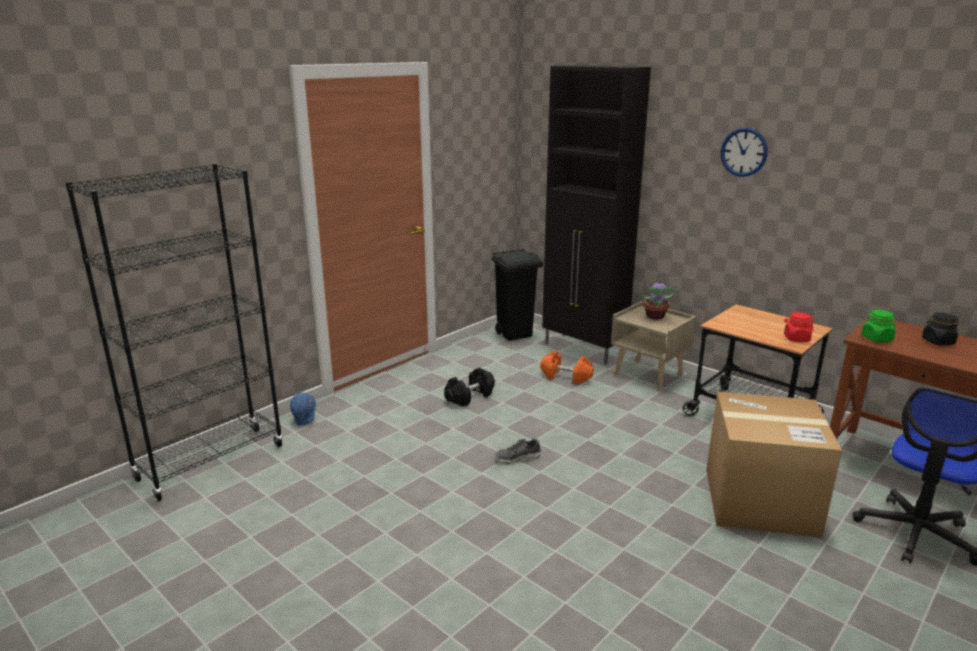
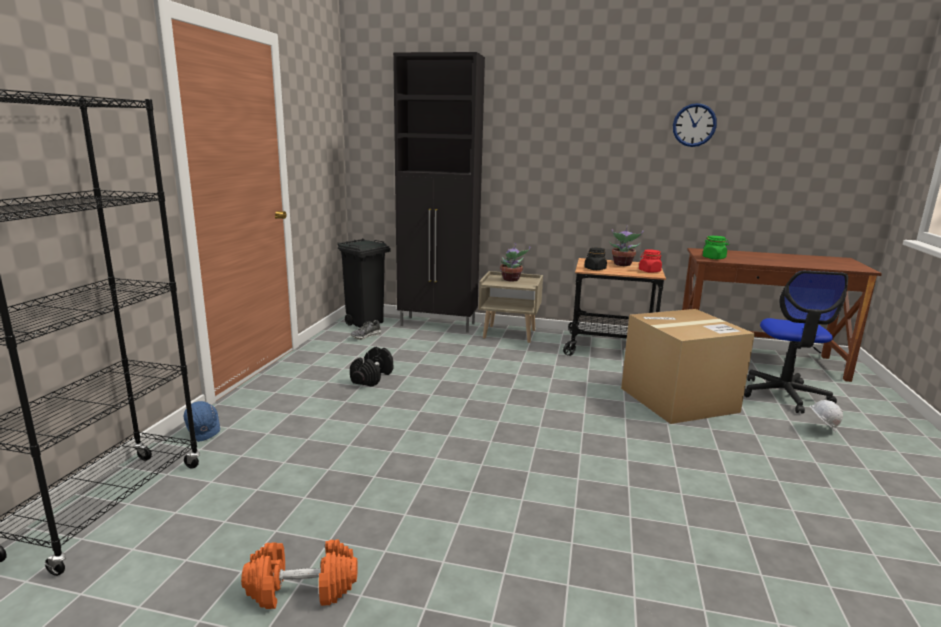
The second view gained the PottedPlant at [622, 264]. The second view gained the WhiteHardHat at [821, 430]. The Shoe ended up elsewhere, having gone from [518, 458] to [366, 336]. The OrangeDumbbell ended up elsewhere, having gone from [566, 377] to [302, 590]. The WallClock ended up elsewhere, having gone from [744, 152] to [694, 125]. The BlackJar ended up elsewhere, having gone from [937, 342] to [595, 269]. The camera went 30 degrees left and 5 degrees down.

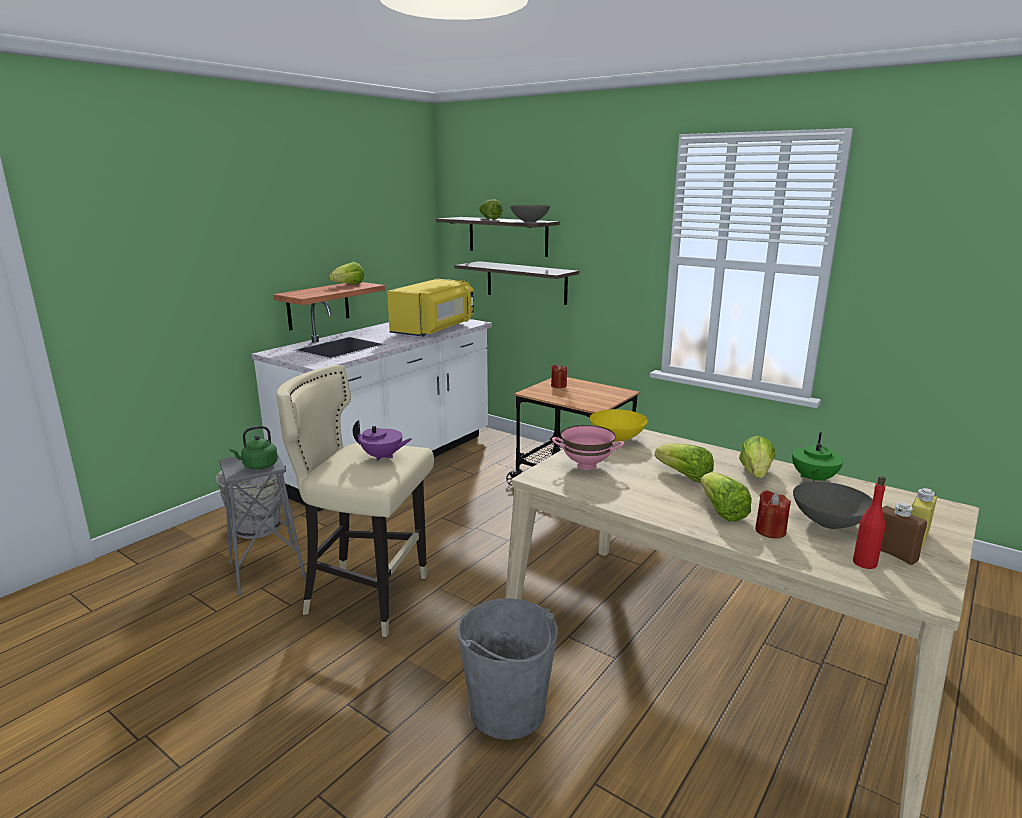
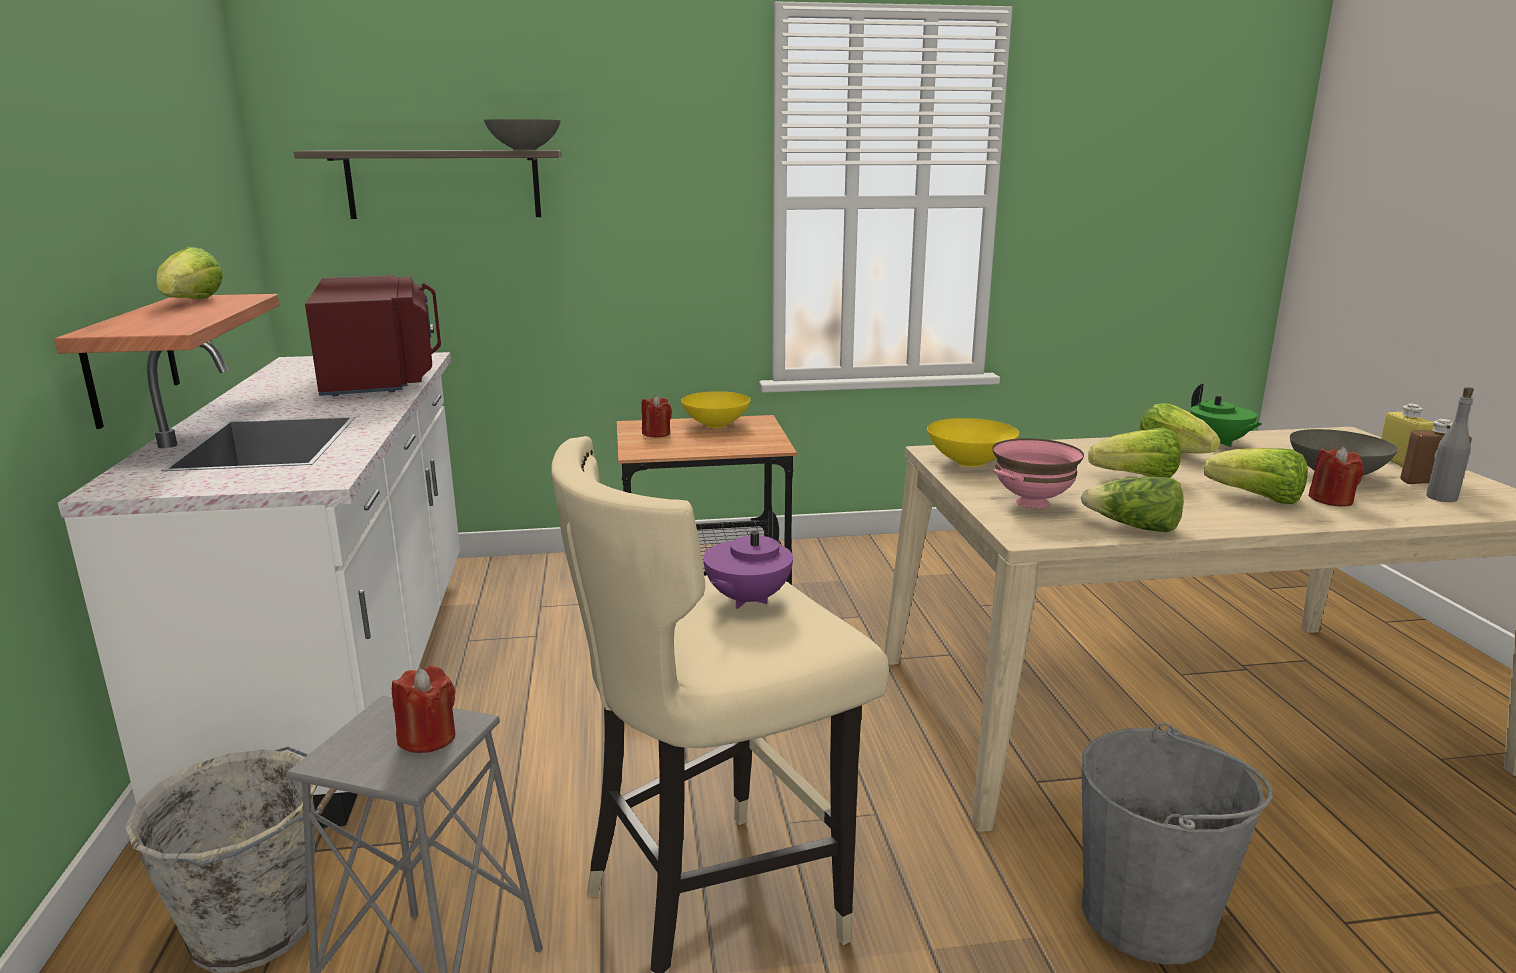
The second view lost the Shelf at [526, 282]. The second view gained the YellowBowl at [715, 425]. The Lettuce ended up elsewhere, having gone from [489, 218] to [1134, 527]. Where the GreenKettle stood at [258, 466], the RedCandle came to stand at [427, 738]. What was the YellowMicrowave at [435, 329] turned into the RedMicrowave at [380, 378]. What was the RedBottle at [864, 563] turned into the GreyBottle at [1441, 498]. The PurpleTeapot at [382, 457] ended up facing another way, 150 degrees clockwise from before. The camera went 45 degrees left and 0 degrees up.

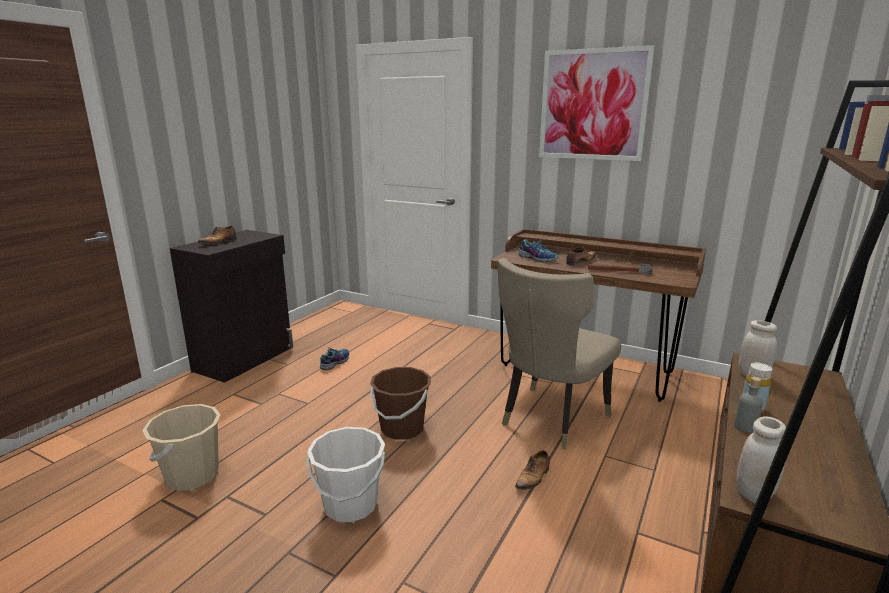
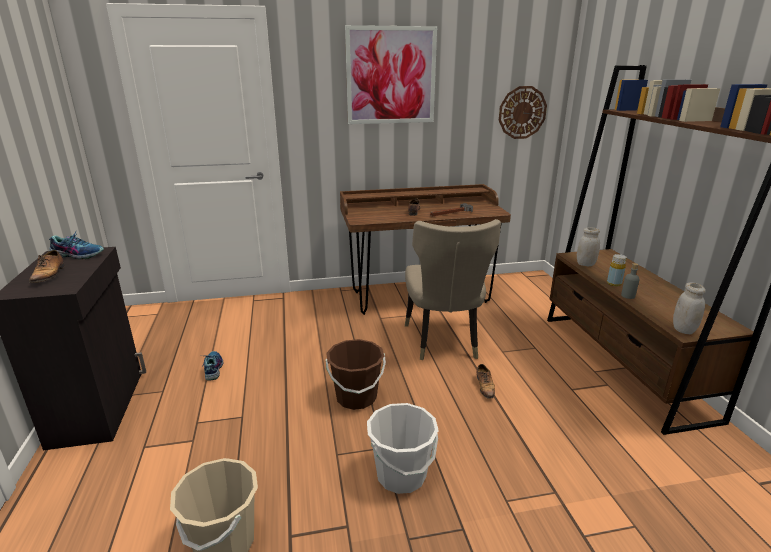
The second view gained the WallClock at [522, 112]. The Shoe ended up elsewhere, having gone from [537, 258] to [78, 255]. The camera went 40 degrees left and 5 degrees up.

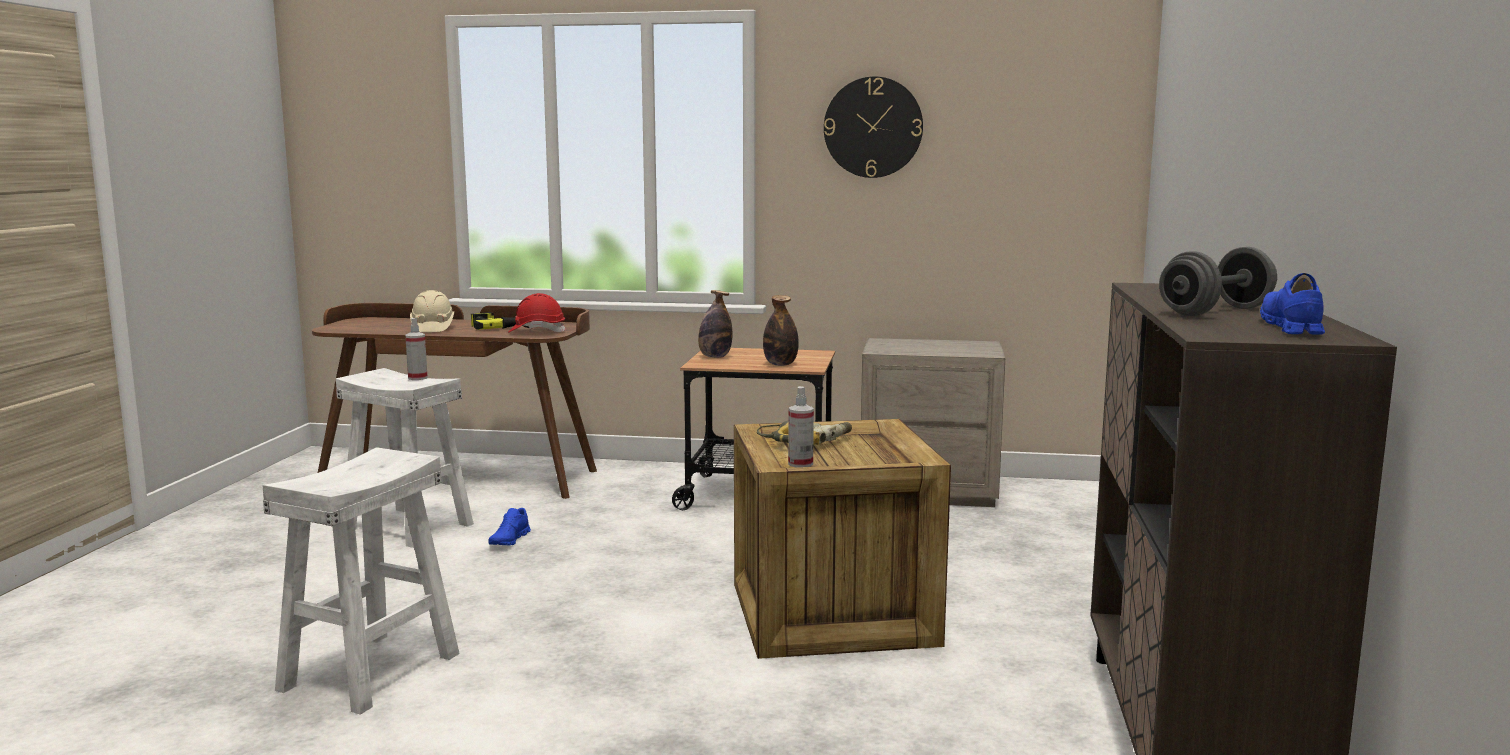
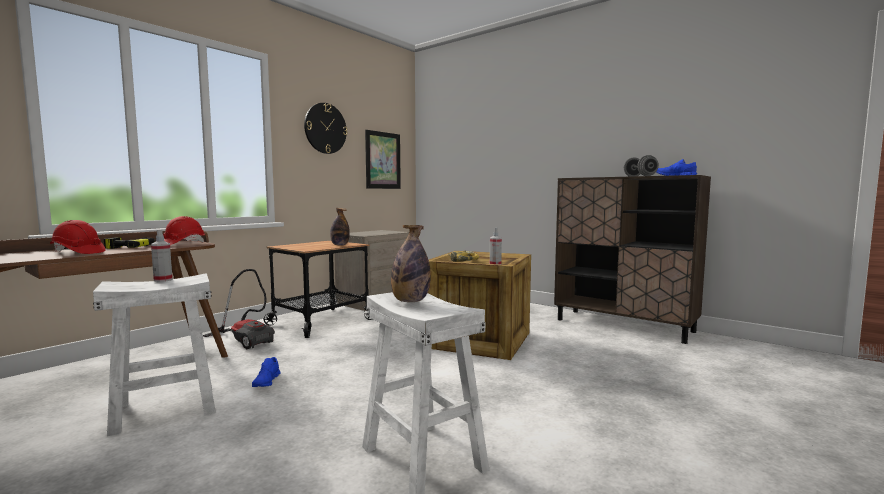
The second view gained the VacuumCleaner at [246, 340]. The second view gained the Picture at [383, 160]. The Bottle ended up elsewhere, having gone from [715, 357] to [410, 301]. What was the BeigeHardHat at [432, 328] turned into the RedHardHat at [78, 252]. The BlueShoe at [510, 540] ended up facing another way, 45 degrees clockwise from before. The camera went 60 degrees left and 5 degrees down.

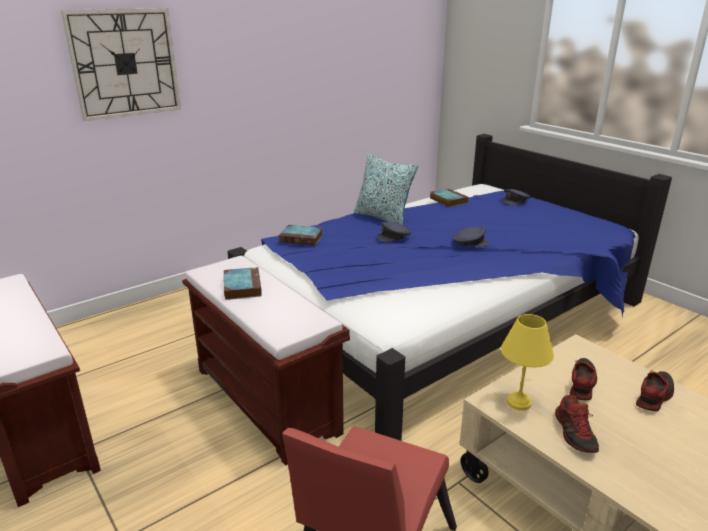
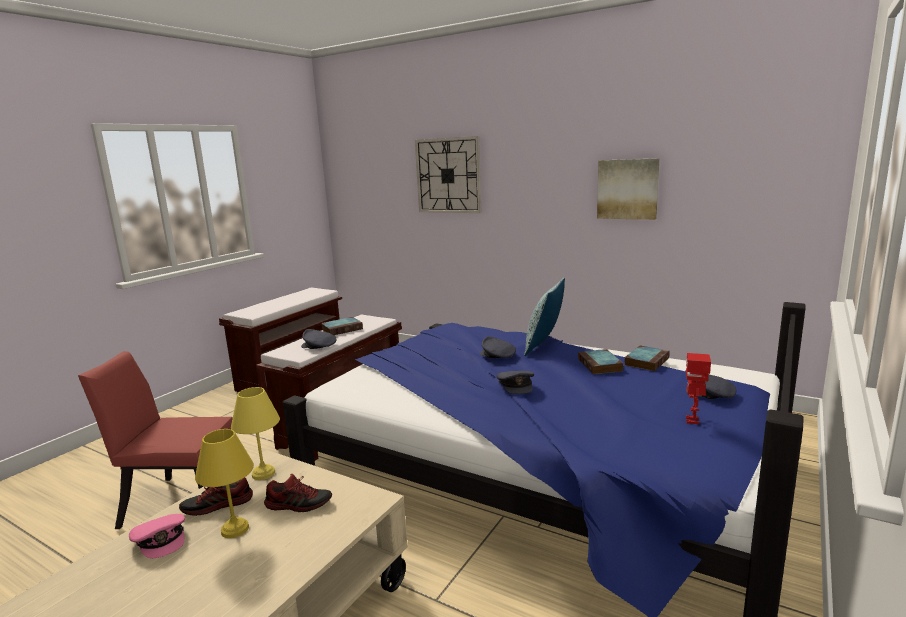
The second view lost the Shoe at [653, 396]. The second view gained the PinkCap at [161, 540]. The second view gained the YellowTableLamp at [233, 530]. The second view gained the GreyCap at [318, 346]. The second view gained the Picture at [627, 189]. The second view gained the ToyRobot at [693, 420]. The Book ended up elsewhere, having gone from [302, 238] to [600, 365]. The camera went 70 degrees right and 10 degrees down.

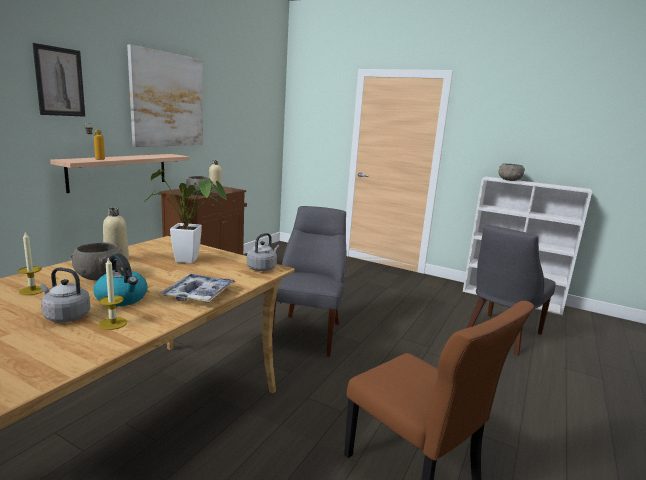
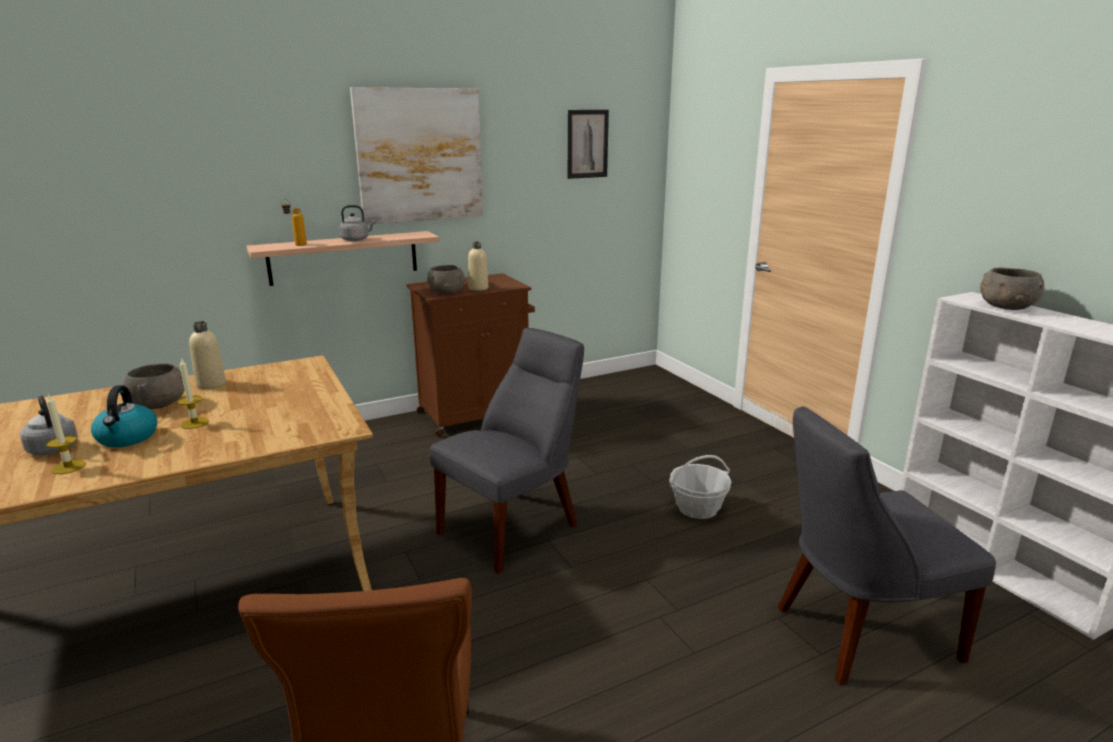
The second view lost the PottedPlant at [192, 261]. The second view lost the Tray at [199, 294]. The second view gained the Basket at [697, 508]. The Candle ended up elsewhere, having gone from [32, 290] to [194, 423]. The Picture ended up elsewhere, having gone from [60, 82] to [587, 144]. The GreyKettle ended up elsewhere, having gone from [262, 268] to [356, 240]. The camera went 35 degrees right and 5 degrees up.

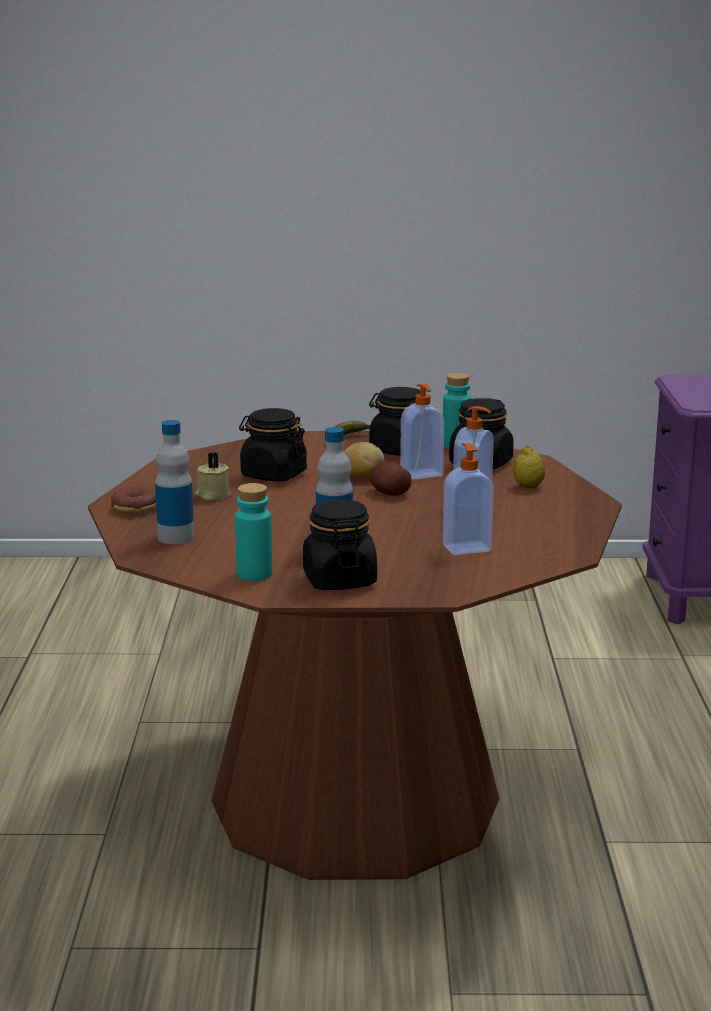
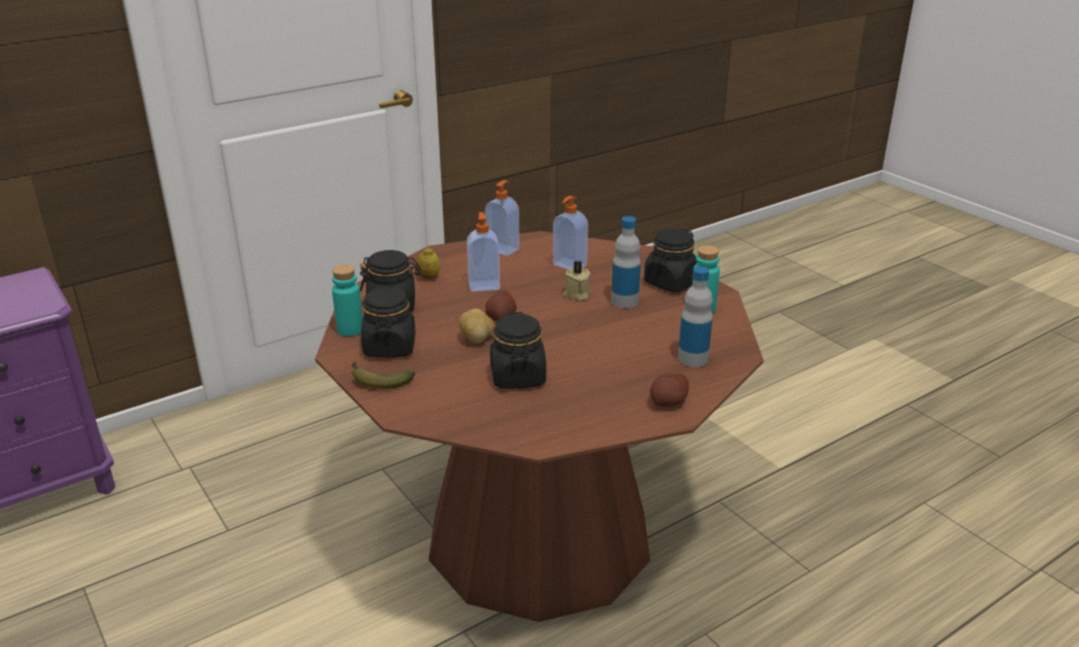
The BeigeCandle ended up elsewhere, having gone from [212, 495] to [577, 294]. The SoapDispenser ended up elsewhere, having gone from [422, 474] to [503, 249]. Where the Donut stood at [135, 508], the Potato came to stand at [668, 402]. The camera went 125 degrees left and 10 degrees up.

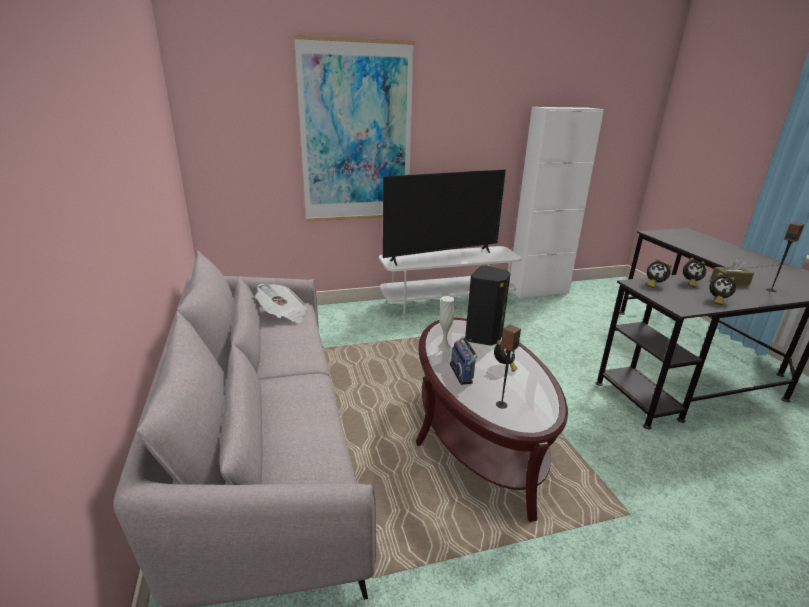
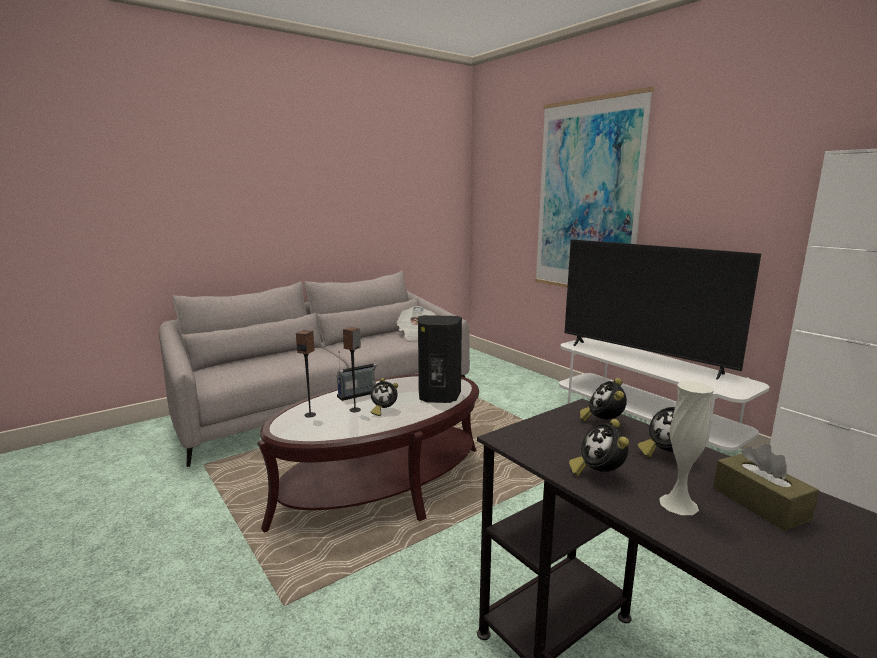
The WhiteVase ended up elsewhere, having gone from [444, 347] to [678, 504]. The Speaker ended up elsewhere, having gone from [771, 290] to [355, 410]. The camera went 70 degrees right and 10 degrees down.

